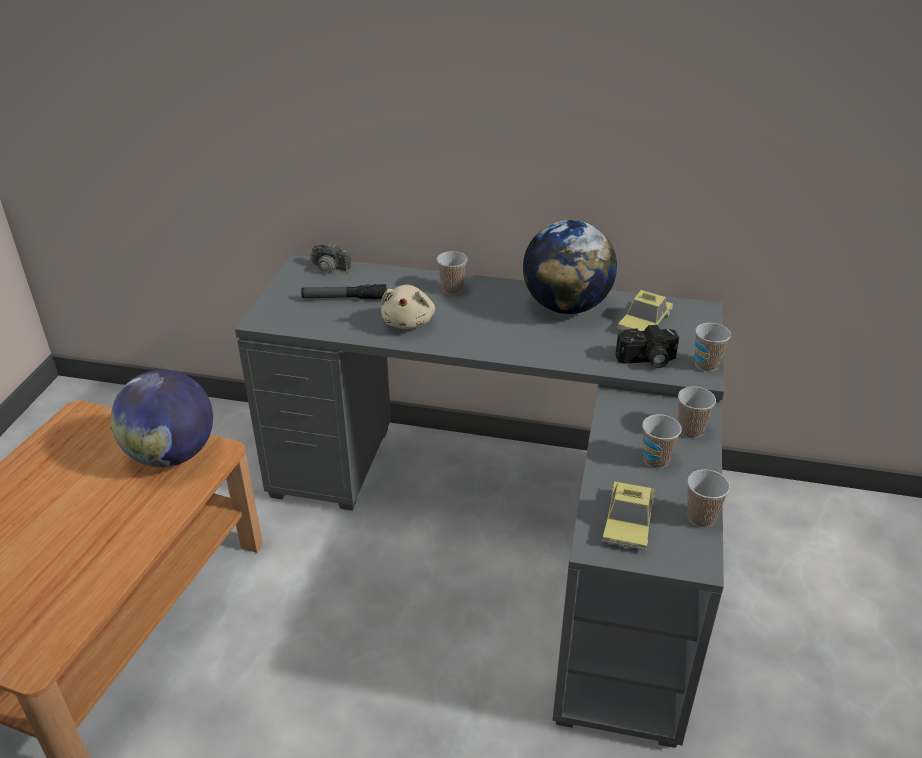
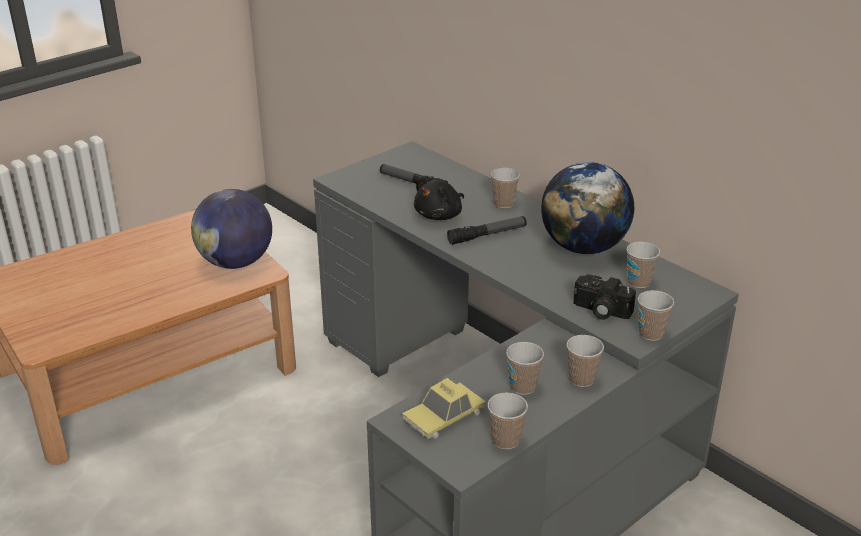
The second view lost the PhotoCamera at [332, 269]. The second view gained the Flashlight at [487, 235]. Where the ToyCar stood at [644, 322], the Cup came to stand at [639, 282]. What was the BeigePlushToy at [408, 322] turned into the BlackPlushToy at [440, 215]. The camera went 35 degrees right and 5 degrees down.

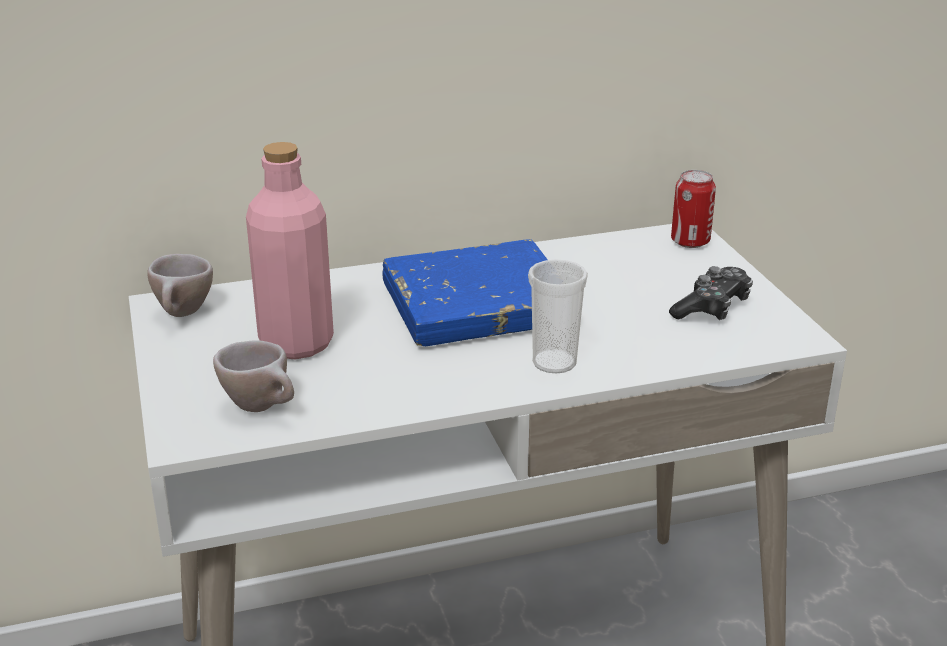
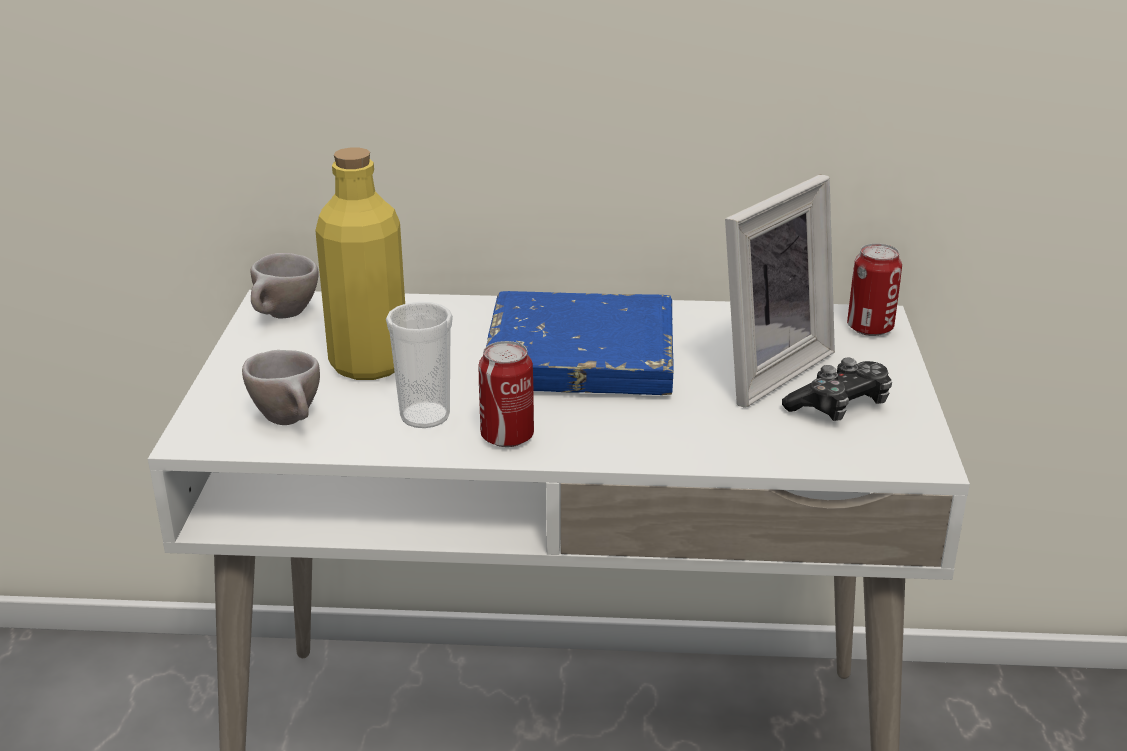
The second view gained the Can at [507, 436]. The second view gained the PictureFrame at [763, 369]. The Cup ended up elsewhere, having gone from [554, 362] to [425, 416]. What was the PinkBottle at [296, 343] turned into the YellowBottle at [369, 364]. The camera went 20 degrees right and 0 degrees up.

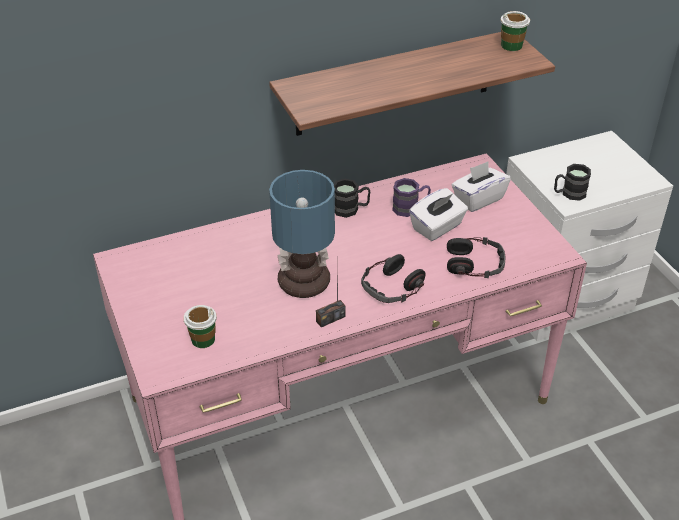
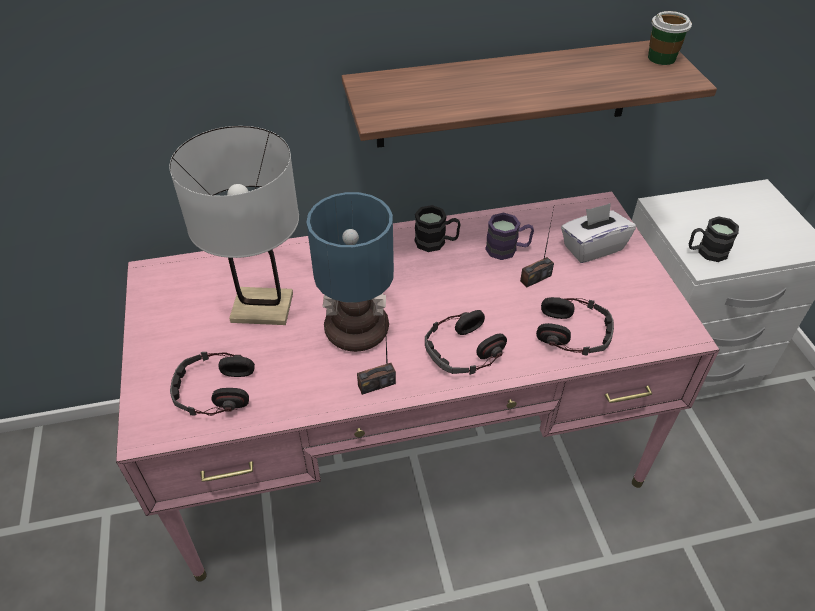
The second view gained the WhiteTableLamp at [262, 308]. Where the Cup stood at [203, 339], the Headphones came to stand at [214, 391]. Where the WhiteTissueBox stood at [437, 227], the Radio came to stand at [535, 278]. The camera went 10 degrees right and 5 degrees up.

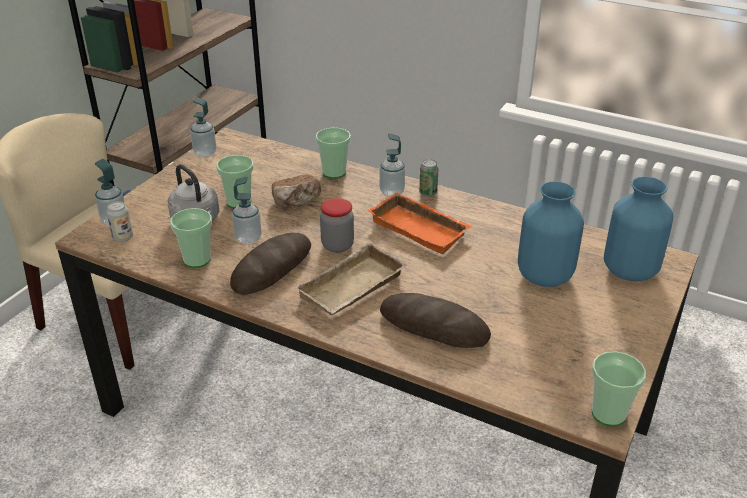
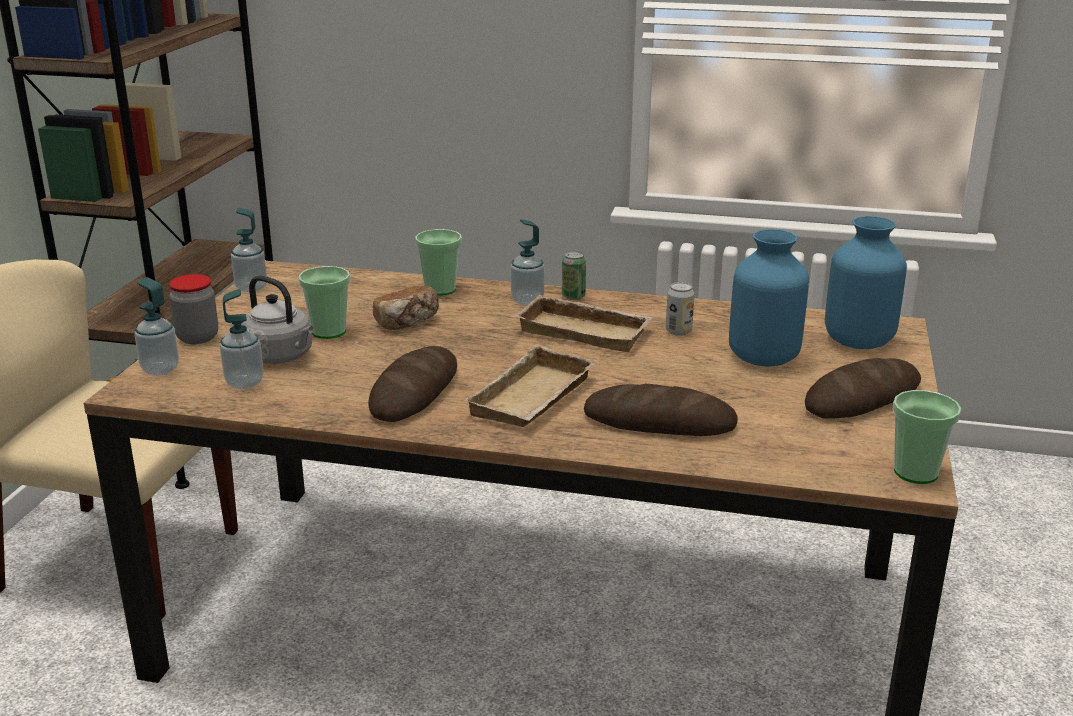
The second view lost the Cup at [197, 259]. The second view gained the Bread at [862, 398]. The Can ended up elsewhere, having gone from [123, 237] to [678, 331]. The SoapDispenser ended up elsewhere, having gone from [248, 239] to [244, 383]. The Jar ended up elsewhere, having gone from [337, 245] to [197, 337]. What was the OrangeTray at [421, 228] turned into the BeigeTray at [586, 331]. The camera went 15 degrees left and 10 degrees down.

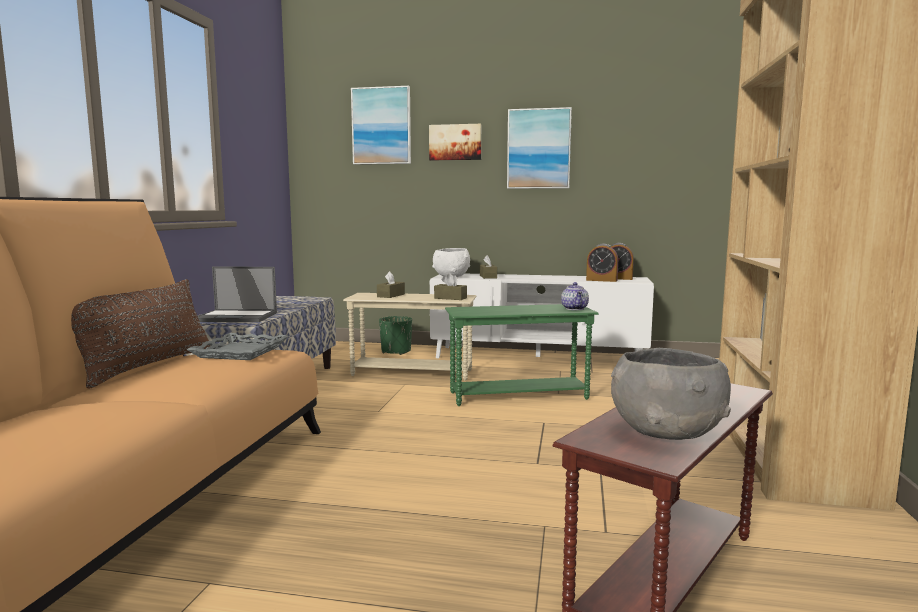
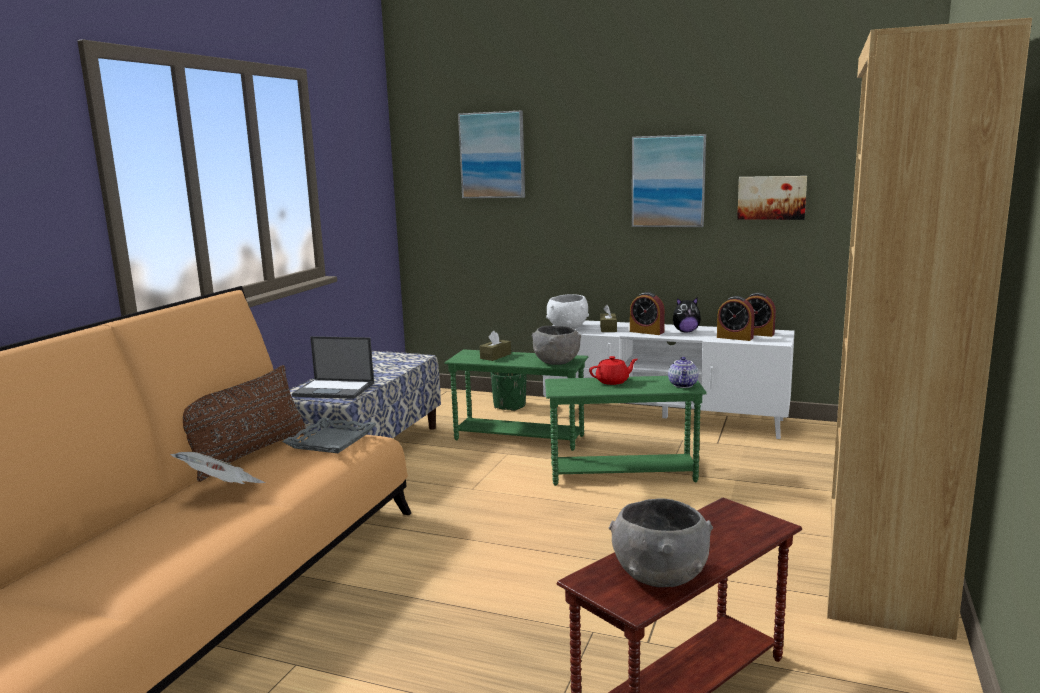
The second view gained the Newspaper at [222, 488]. The second view gained the RedTeapot at [613, 381]. The second view gained the AlarmClock at [647, 332]. The second view gained the PlushToy at [685, 331]. The Picture ended up elsewhere, having gone from [455, 142] to [771, 197]. Where the BrownTissueBox stood at [450, 298], the GreyBowl came to stand at [557, 362]. What was the BeigeSideTable at [412, 373] turned into the GreenSideTable at [519, 438]. The camera went 10 degrees right and 5 degrees up.

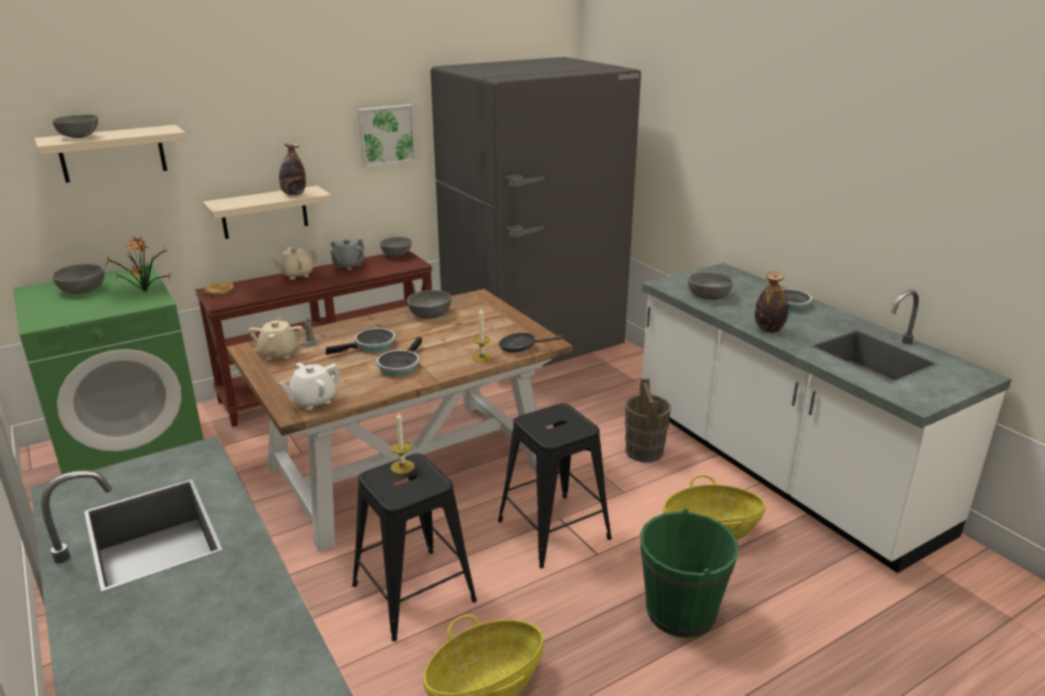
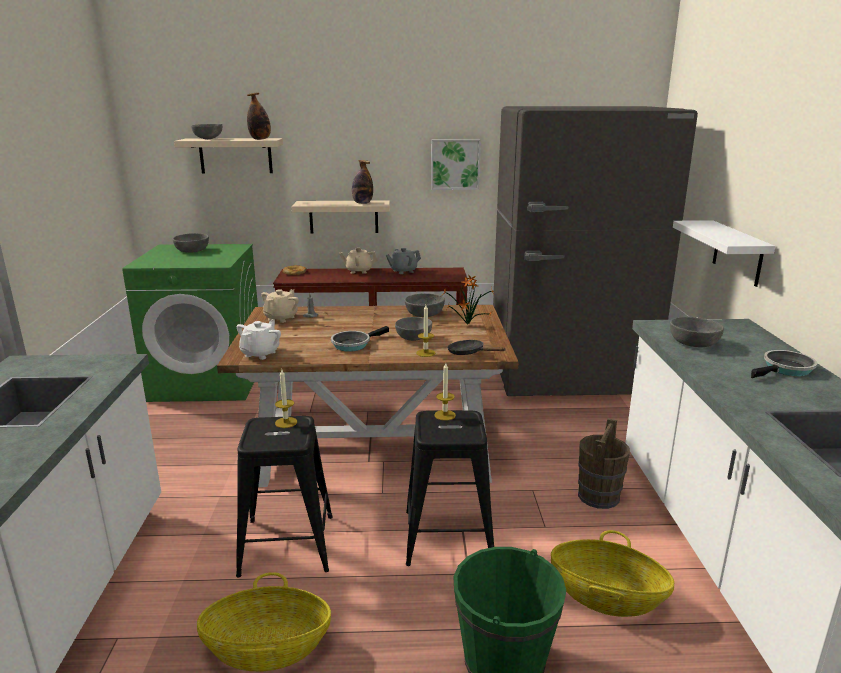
The second view lost the FryingPan at [372, 346]. The second view gained the Candle at [445, 415]. The second view gained the WhiteShelf at [737, 253]. The PottedPlant ended up elsewhere, having gone from [143, 292] to [466, 324]. The GreyBowl ended up elsewhere, having gone from [397, 255] to [414, 339]. The Bottle ended up elsewhere, having gone from [768, 330] to [260, 139]. The WhiteTeapot at [313, 401] ended up facing another way, 120 degrees clockwise from before. The camera went 30 degrees right and 5 degrees down.

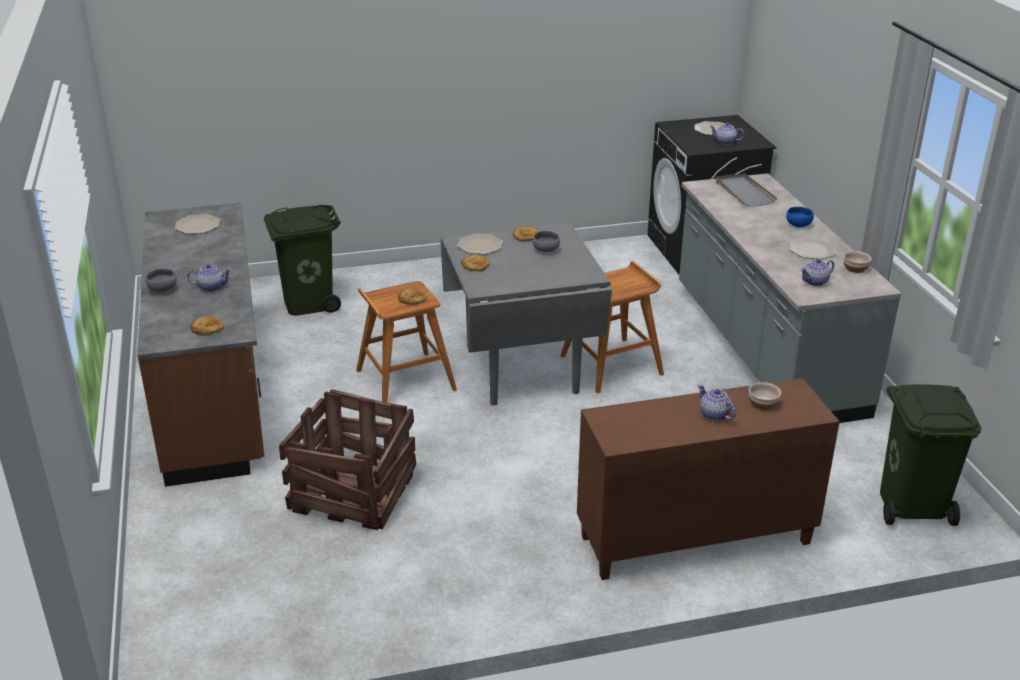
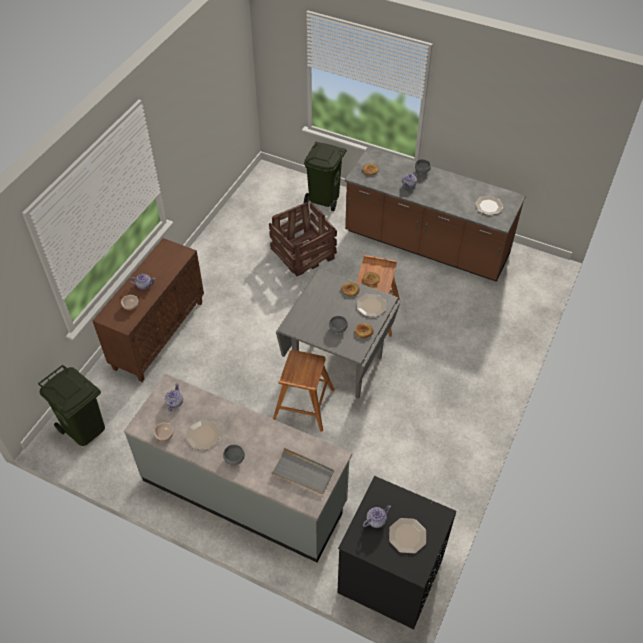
The GreenTrashCan ended up elsewhere, having gone from [308, 302] to [324, 198]. What was the BlueBowl at [798, 225] turned into the GreyBowl at [235, 458]. The camera went 130 degrees right and 20 degrees up.

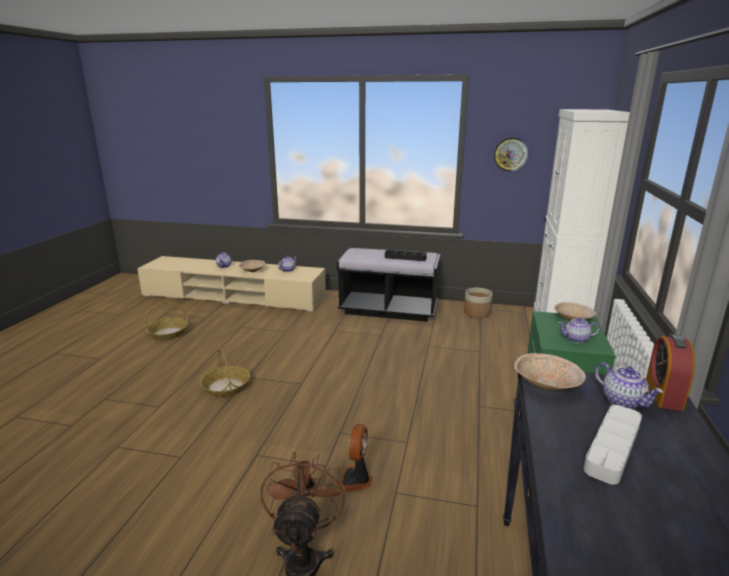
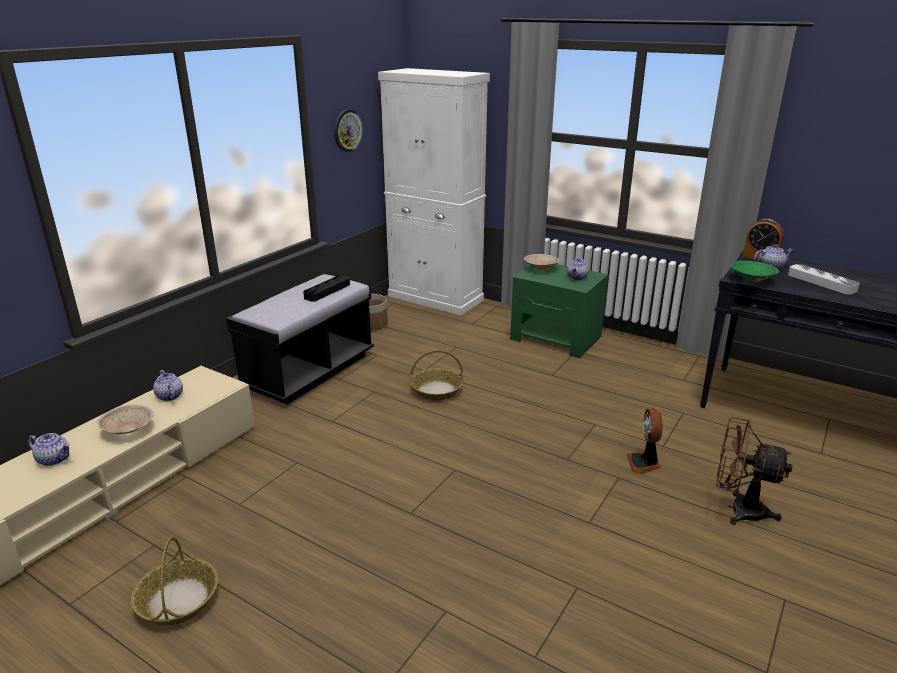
The Basket ended up elsewhere, having gone from [226, 387] to [437, 390]. What was the BeigeBowl at [547, 385] turned into the GreenBowl at [752, 280]. The Fan at [356, 480] ended up facing another way, 60 degrees clockwise from before. The camera went 70 degrees left and 5 degrees up.

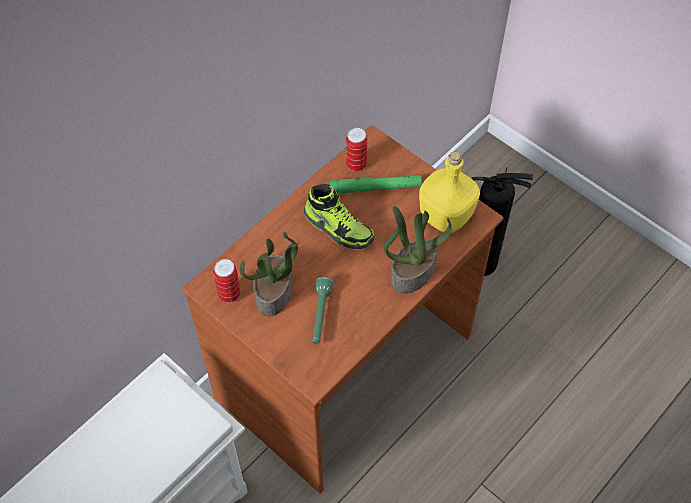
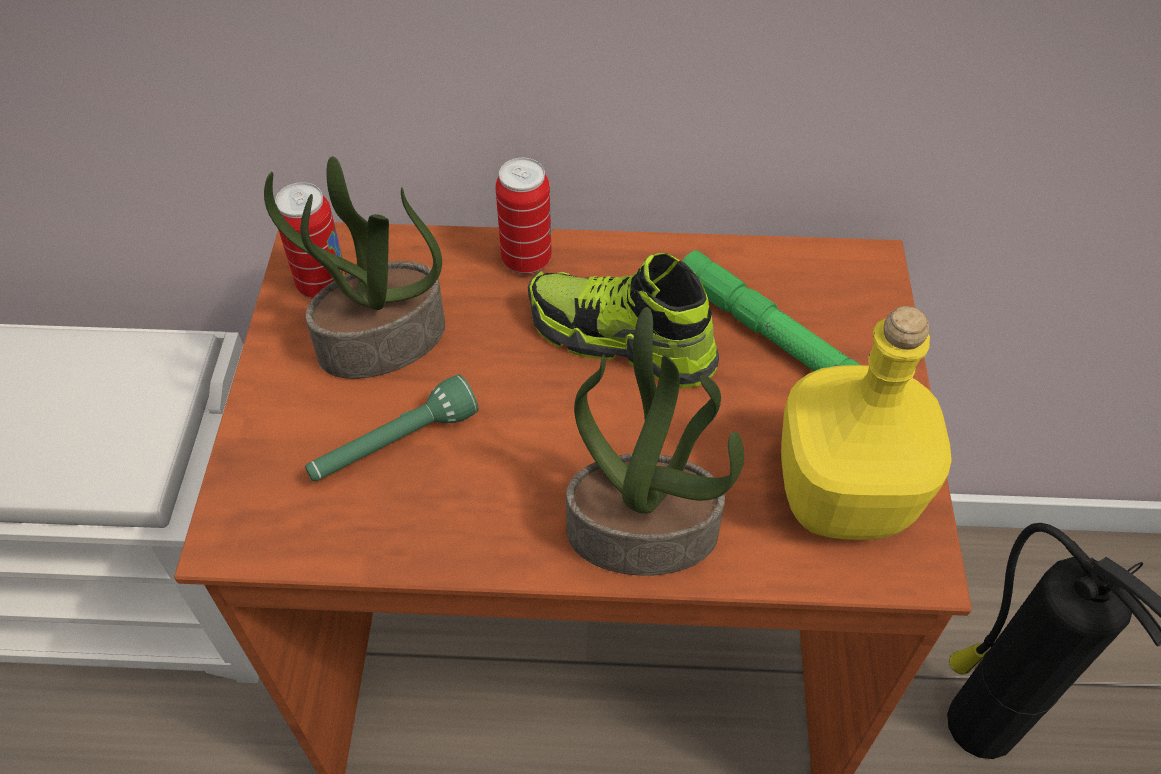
The Can ended up elsewhere, having gone from [356, 164] to [526, 260]. The Shoe at [339, 228] ended up facing another way, 120 degrees clockwise from before. The camera went 50 degrees right and 5 degrees down.

